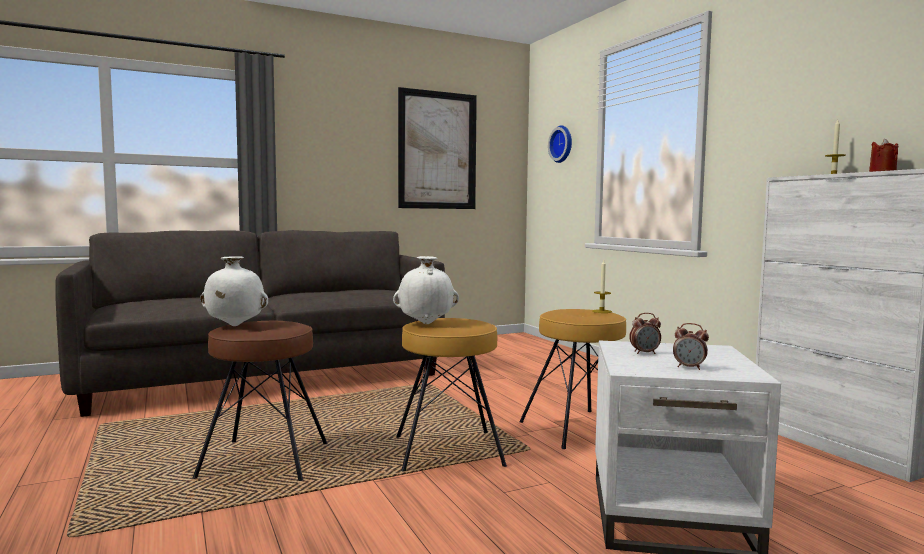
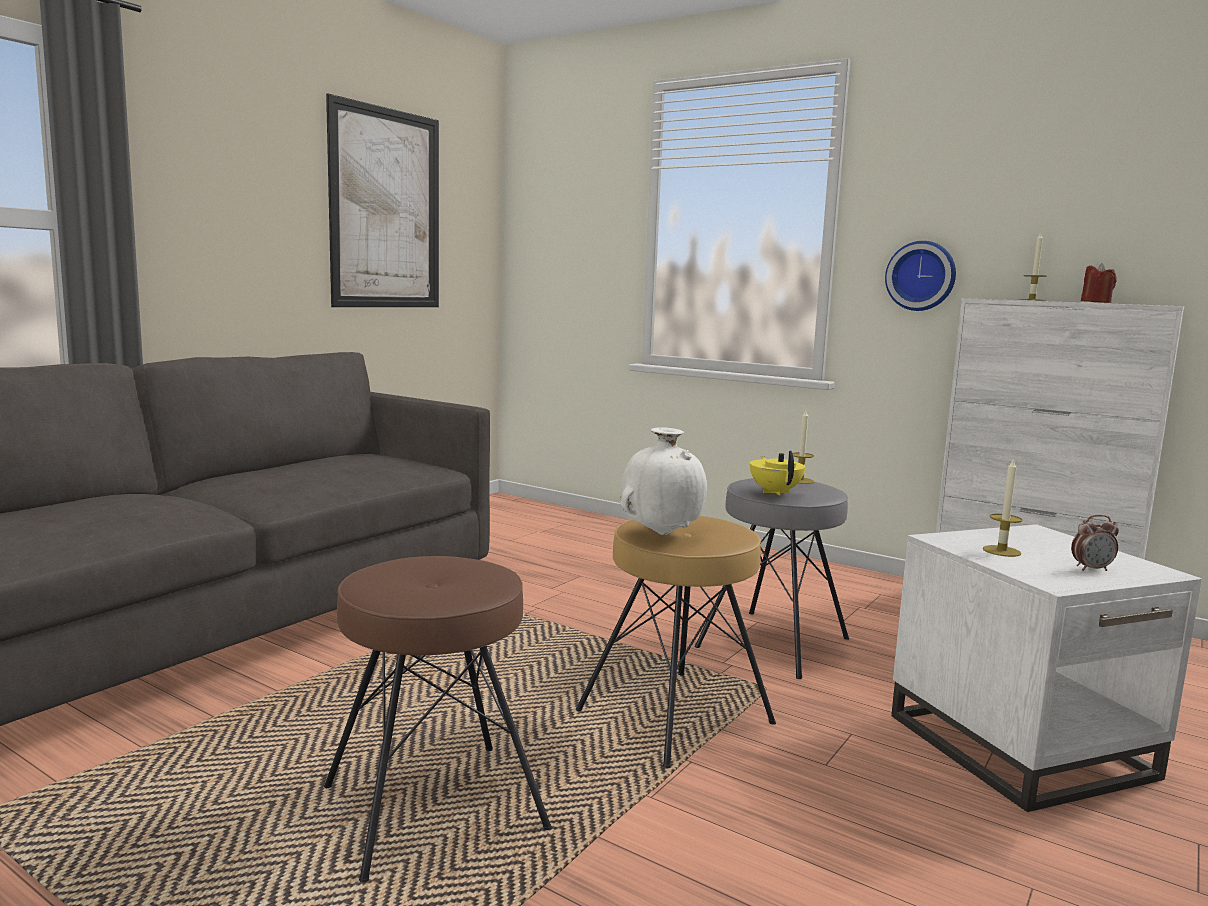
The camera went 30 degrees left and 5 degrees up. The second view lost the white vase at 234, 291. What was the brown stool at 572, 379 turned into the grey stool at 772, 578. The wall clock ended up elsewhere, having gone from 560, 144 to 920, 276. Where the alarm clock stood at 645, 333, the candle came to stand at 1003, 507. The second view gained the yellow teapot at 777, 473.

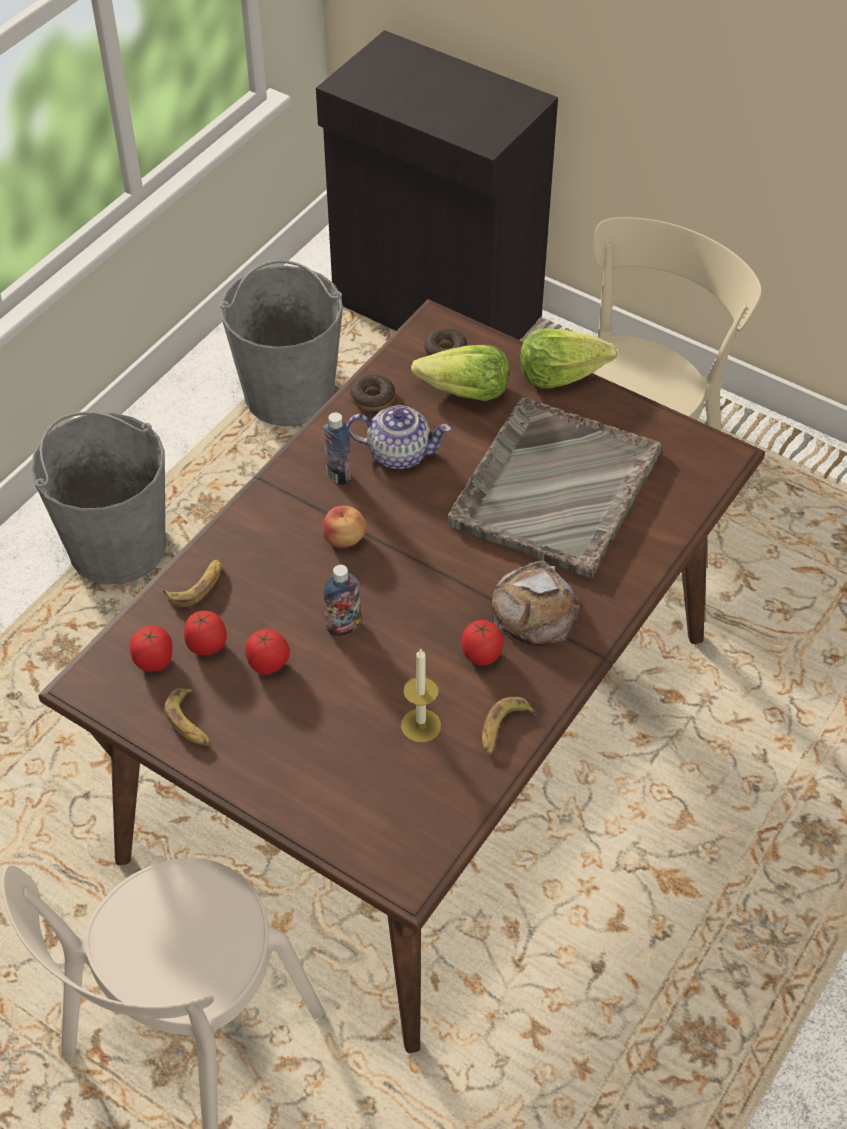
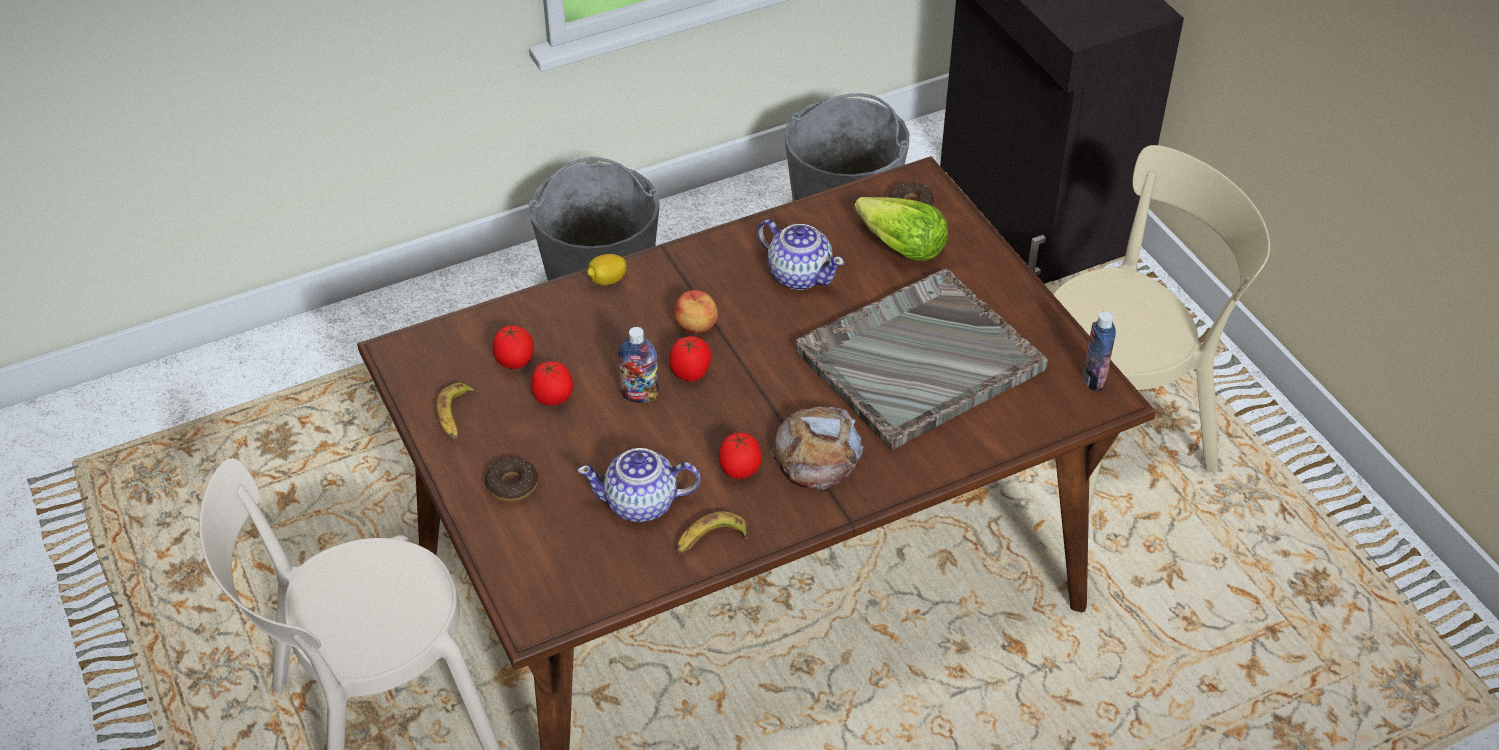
The camera went 30 degrees right and 5 degrees down. The tomato ended up elsewhere, having gone from 151, 648 to 690, 358. The second view lost the banana at 192, 583. The bottle ended up elsewhere, having gone from 337, 448 to 1099, 351. The donut ended up elsewhere, having gone from 372, 392 to 511, 479. Where the candle stood at 421, 696, the teapot came to stand at 639, 485. The second view lost the lettuce at 568, 358. The second view gained the lemon at 606, 269.

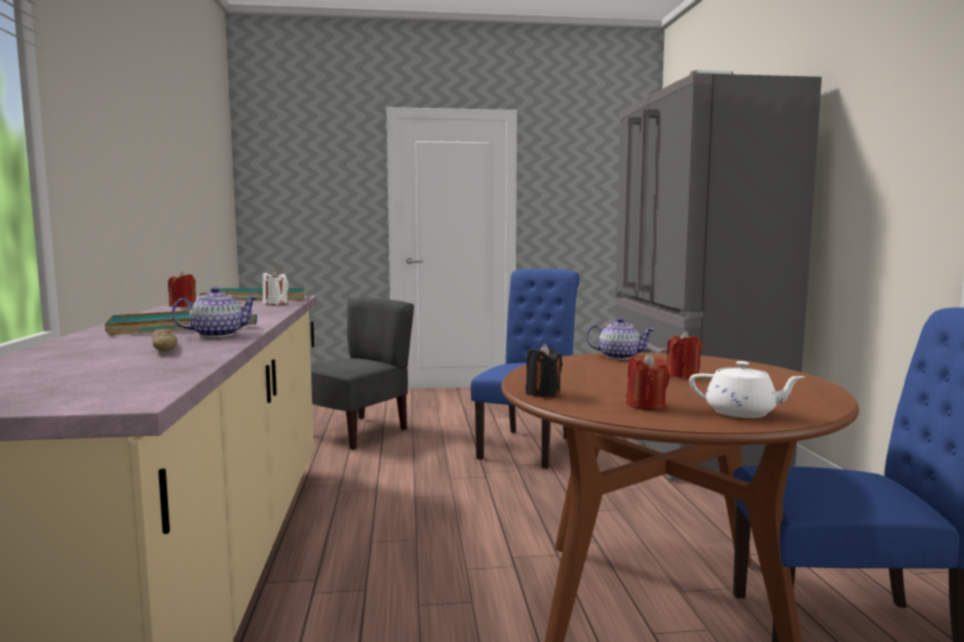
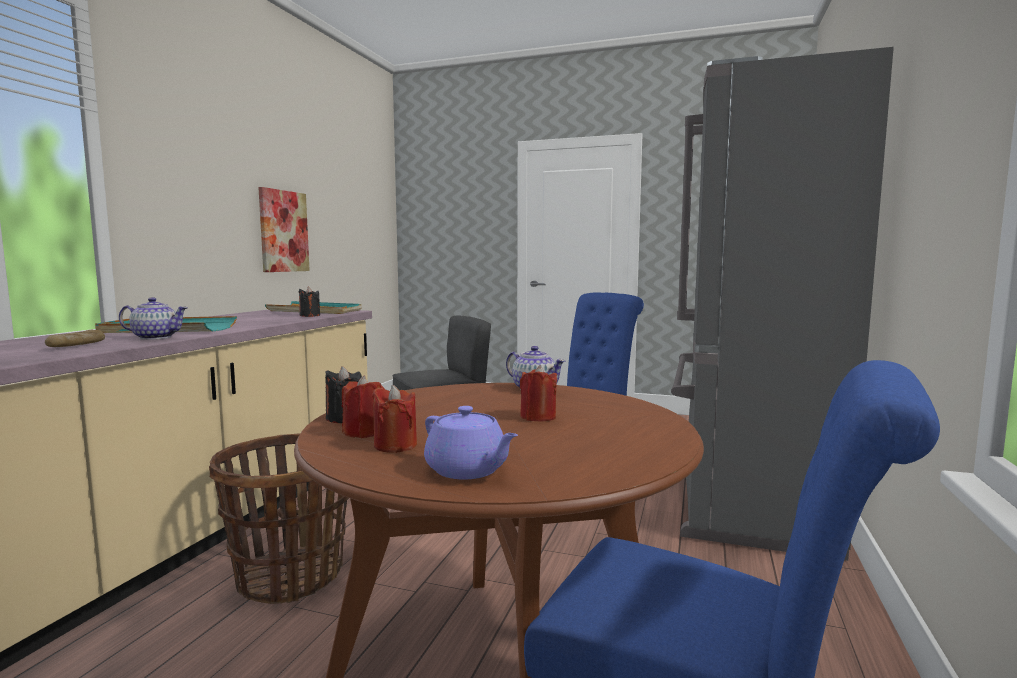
The camera went 25 degrees right and 0 degrees up. The red candle ended up elsewhere, having gone from 182, 289 to 363, 406. What was the white candle at 275, 287 turned into the black candle at 309, 302. What was the white teapot at 746, 389 turned into the purple teapot at 471, 442. The second view gained the basket at 279, 518. The second view gained the picture at 284, 229.

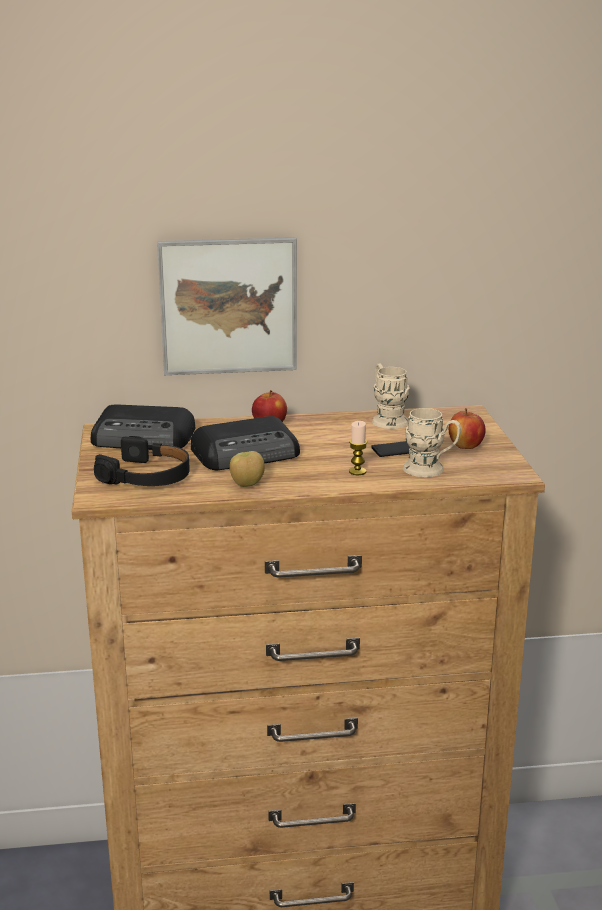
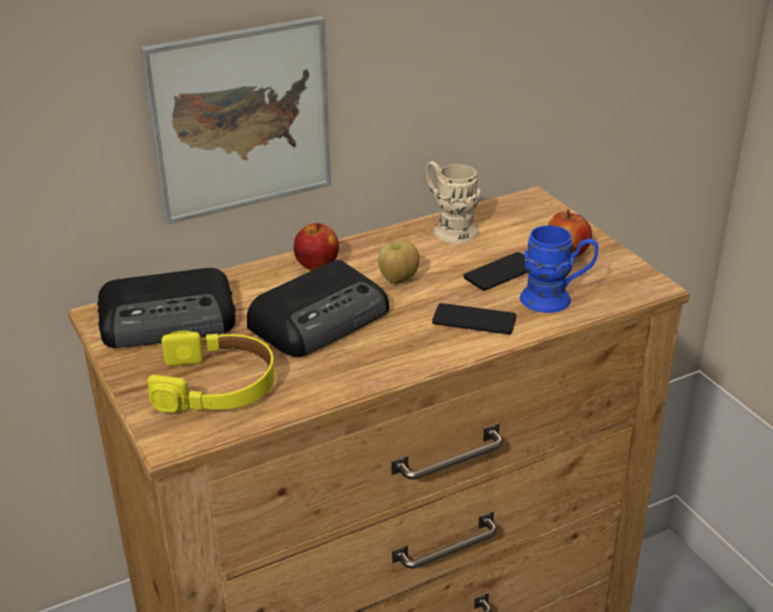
The camera went 20 degrees left and 10 degrees up. What was the black headphones at 142, 461 turned into the yellow headphones at 211, 372. The apple ended up elsewhere, having gone from 247, 469 to 399, 262. Where the candle stood at 358, 448, the phone came to stand at 474, 318. What was the beige mug at 432, 442 turned into the blue mug at 559, 269.

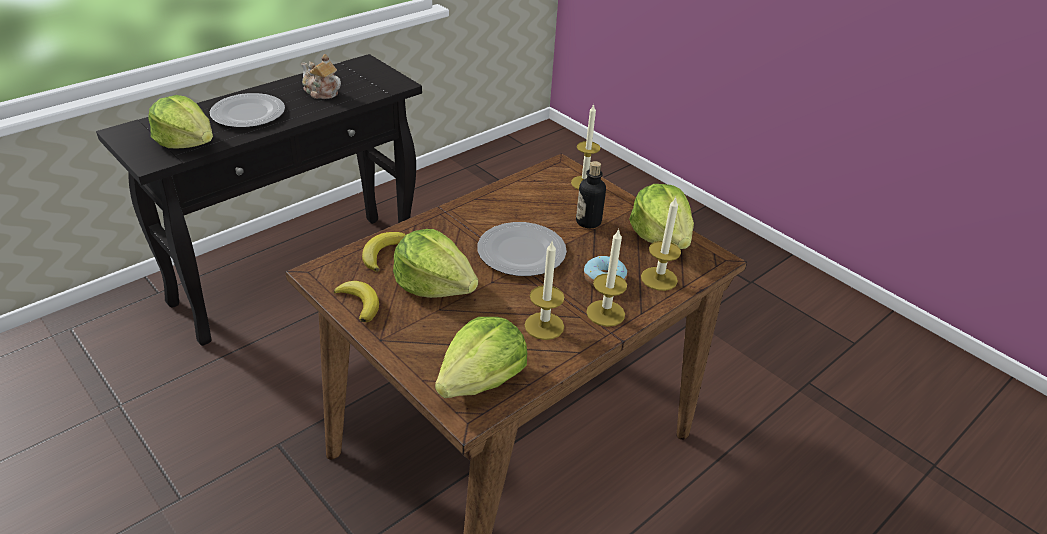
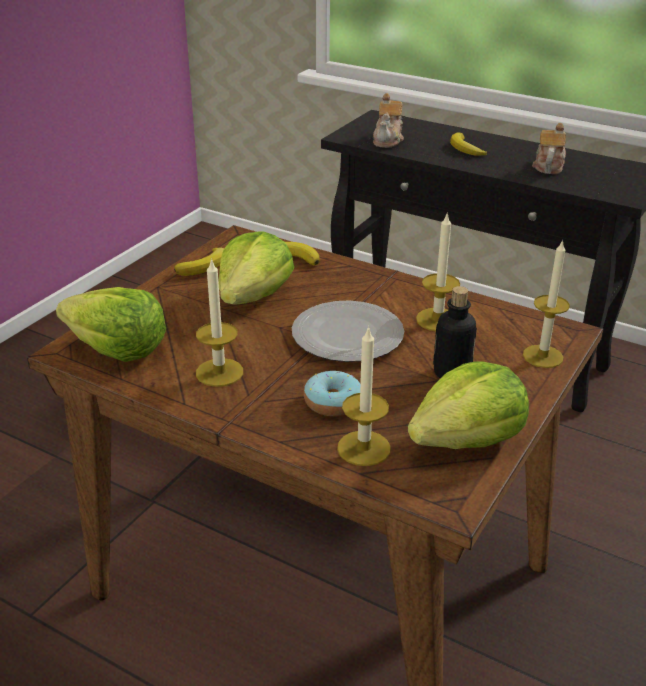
The camera went 75 degrees right and 5 degrees down. Where the lettuce stood at 180, 121, the teapot came to stand at 388, 120. Where the plate stood at 247, 110, the banana came to stand at 468, 144. The candle ended up elsewhere, having gone from 606, 277 to 438, 272.

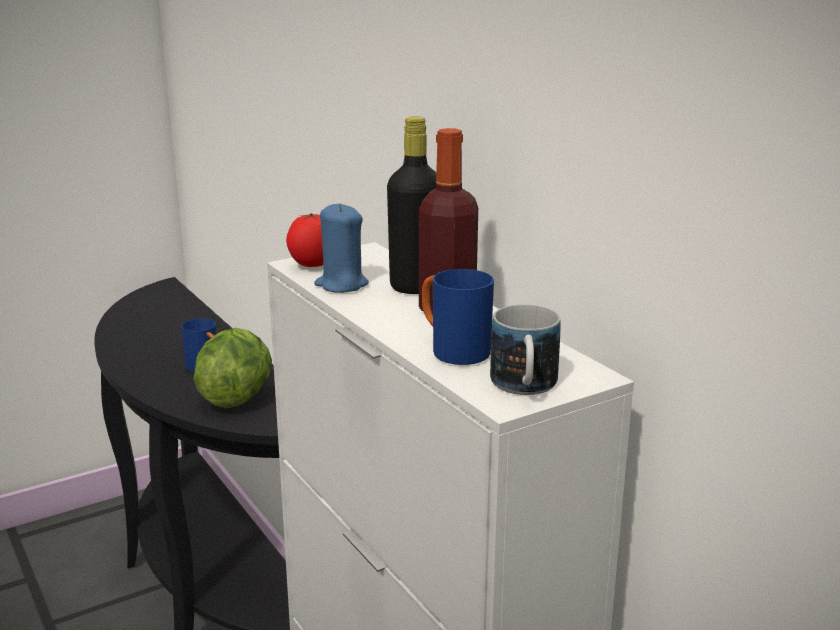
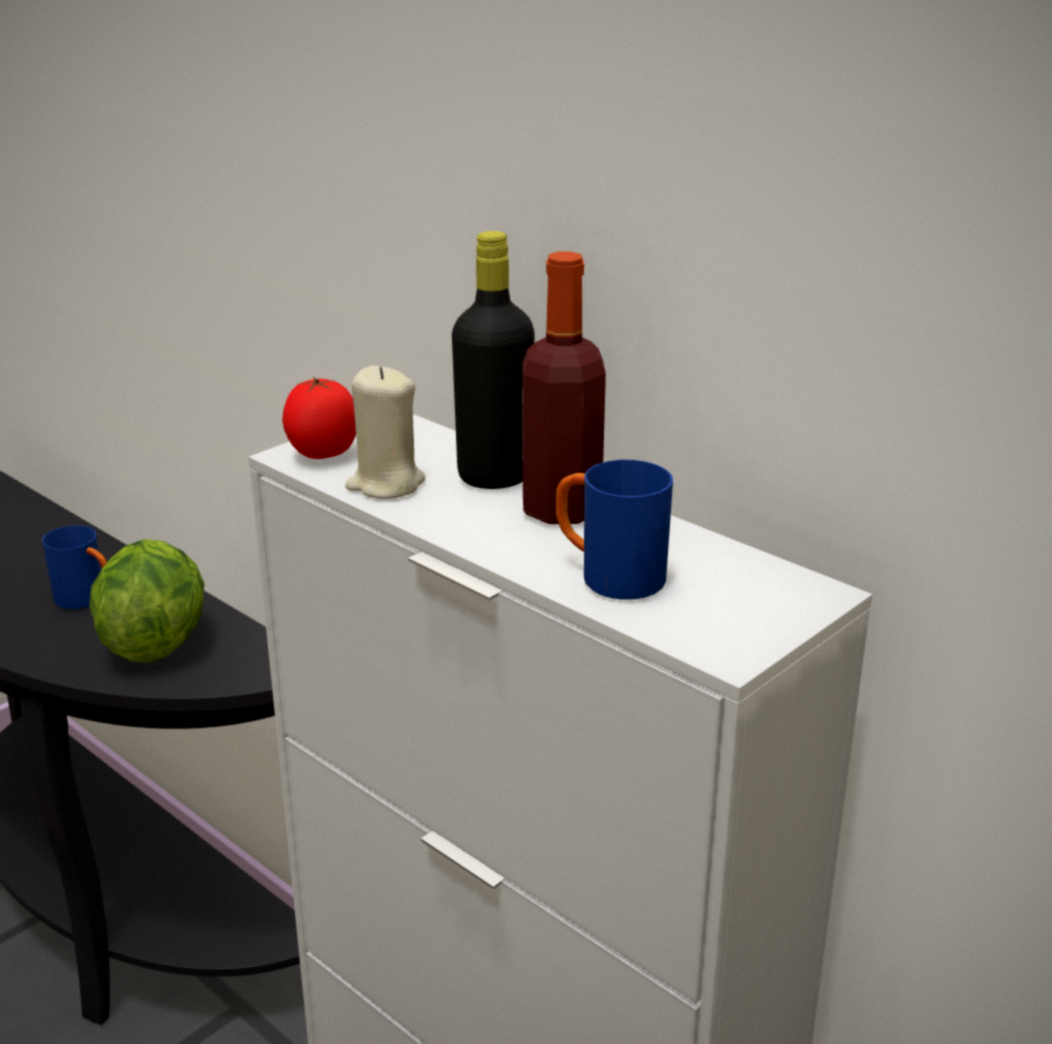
The camera went 15 degrees left and 5 degrees up. What was the blue candle at 341, 248 turned into the beige candle at 385, 432. The second view lost the mug at 525, 349.

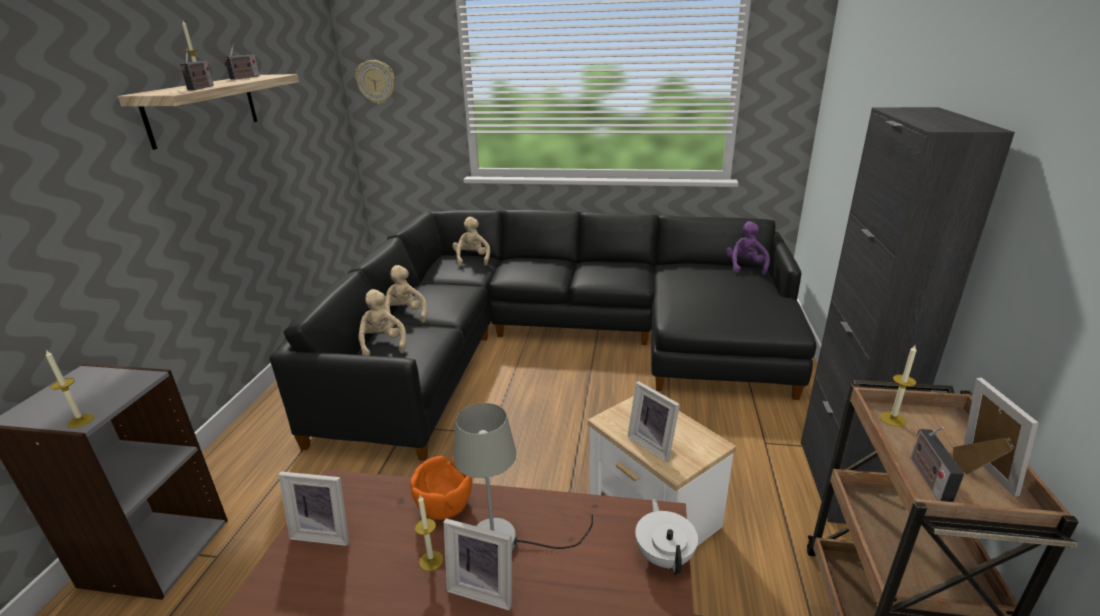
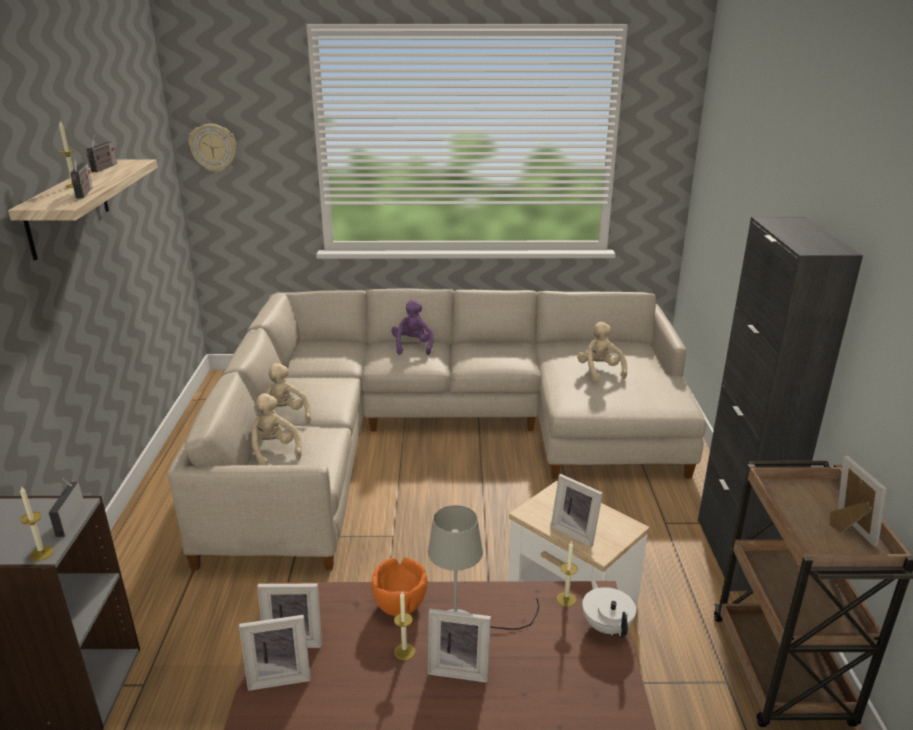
The camera went 10 degrees left and 0 degrees up. What was the black sofa at 543, 335 turned into the beige sofa at 436, 429. The beige plush toy ended up elsewhere, having gone from 471, 241 to 602, 352. The purple plush toy ended up elsewhere, having gone from 747, 248 to 412, 327. The candle ended up elsewhere, having gone from 898, 386 to 567, 574. The radio ended up elsewhere, having gone from 937, 464 to 67, 507. The second view gained the picture frame at 275, 653.

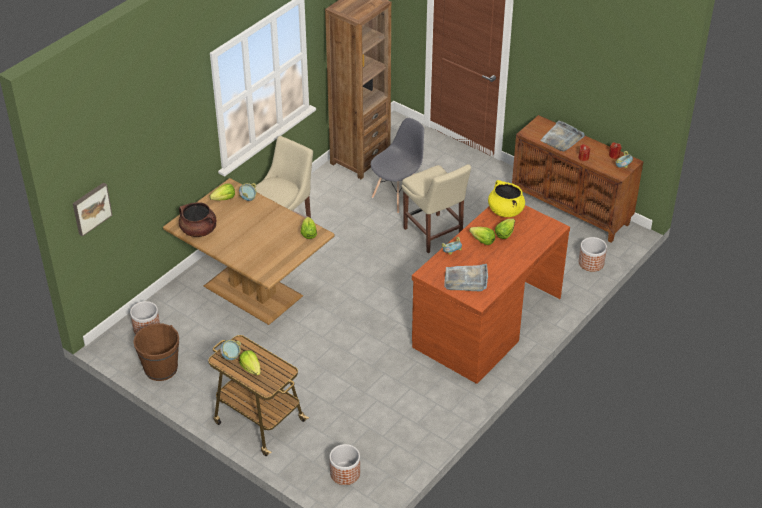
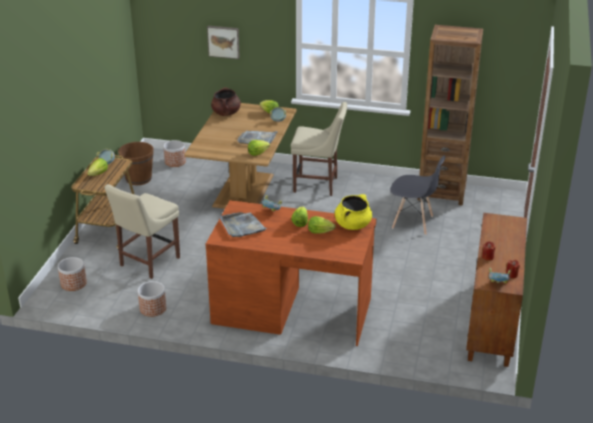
The camera went 65 degrees right and 10 degrees down. The picture ended up elsewhere, having gone from 93, 209 to 223, 42. The beige chair ended up elsewhere, having gone from 436, 208 to 142, 231. The grey tray ended up elsewhere, having gone from 562, 136 to 257, 137. The planter ended up elsewhere, having gone from 593, 254 to 152, 299.

